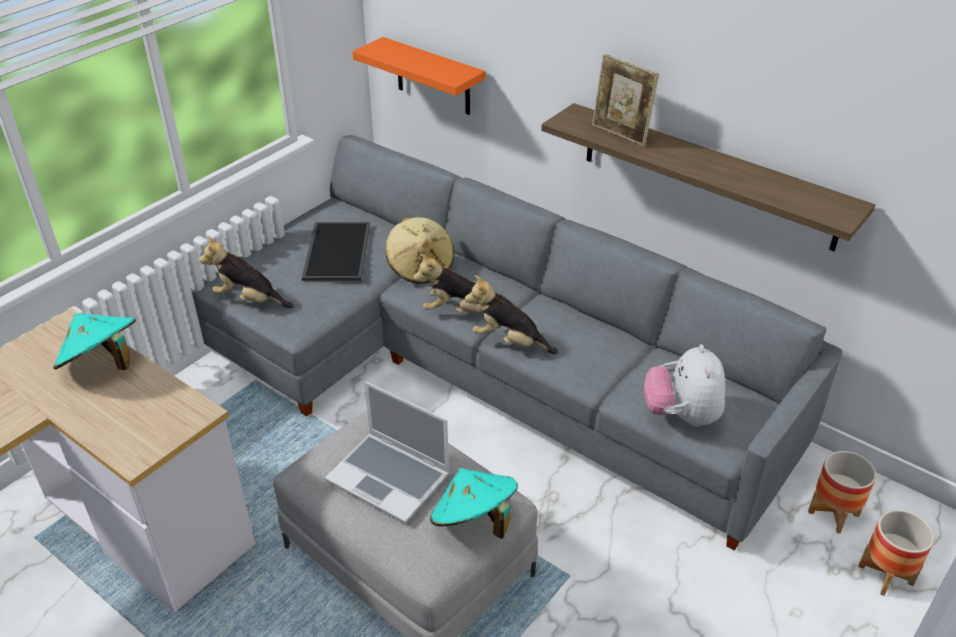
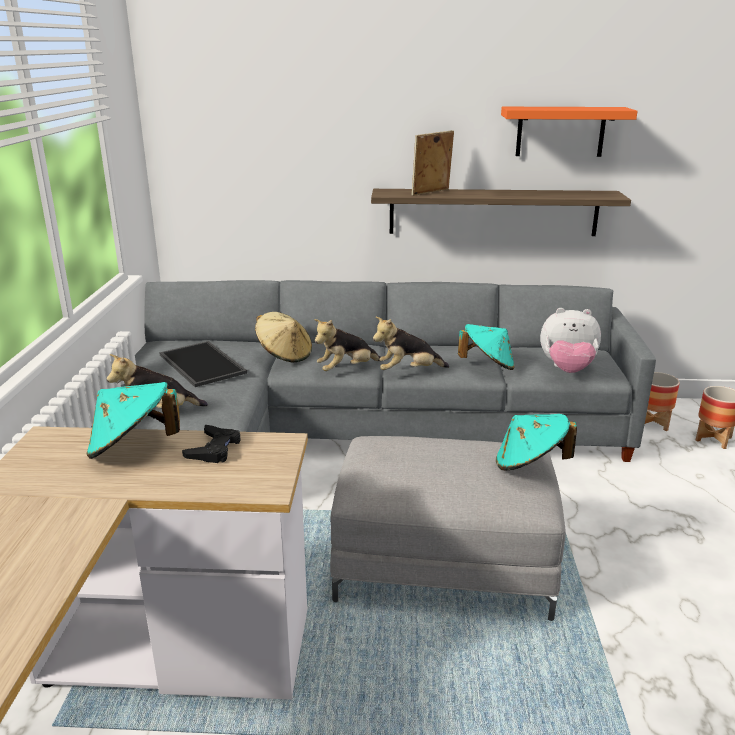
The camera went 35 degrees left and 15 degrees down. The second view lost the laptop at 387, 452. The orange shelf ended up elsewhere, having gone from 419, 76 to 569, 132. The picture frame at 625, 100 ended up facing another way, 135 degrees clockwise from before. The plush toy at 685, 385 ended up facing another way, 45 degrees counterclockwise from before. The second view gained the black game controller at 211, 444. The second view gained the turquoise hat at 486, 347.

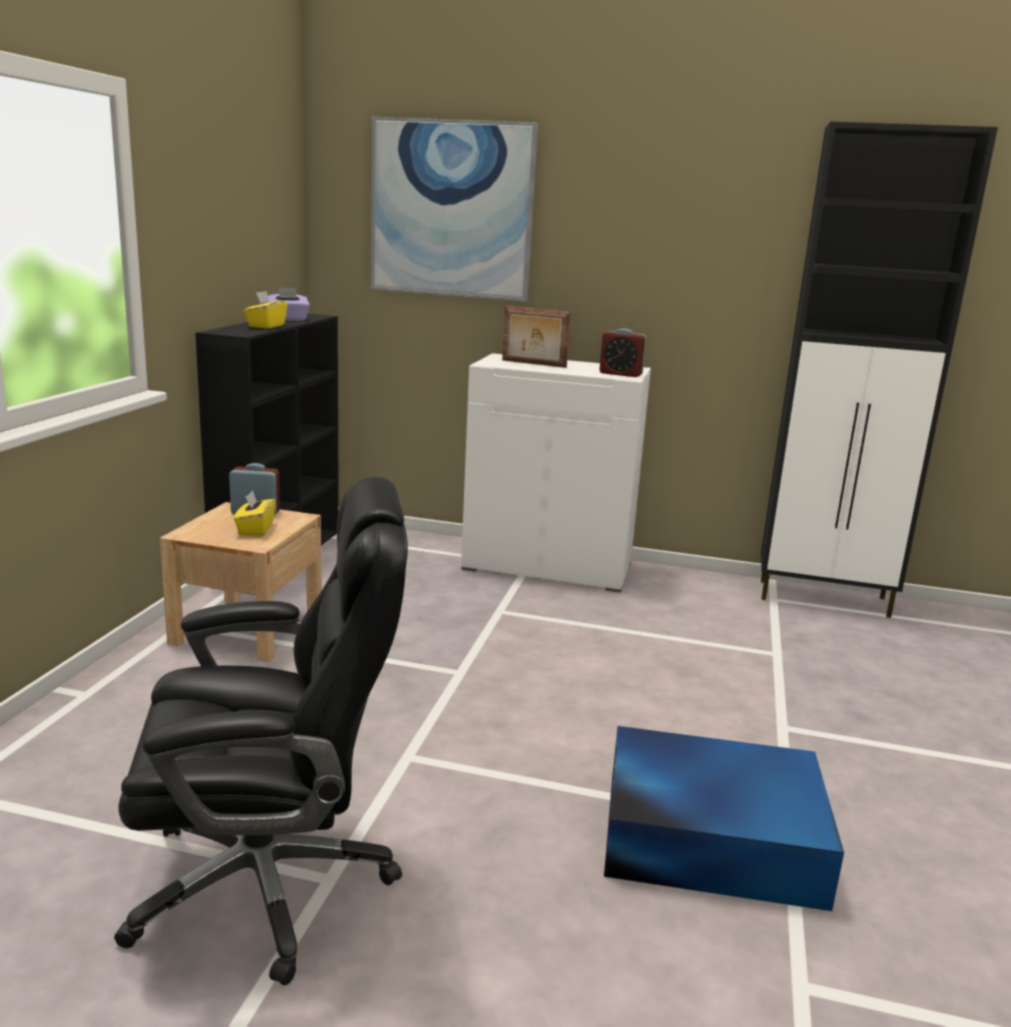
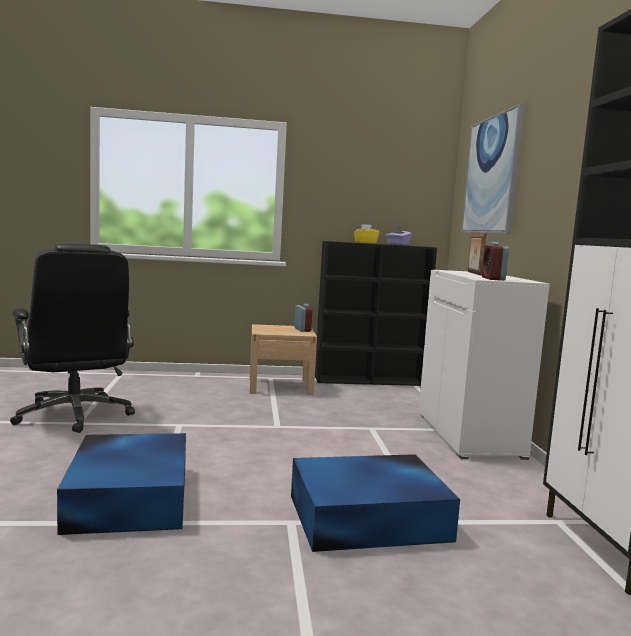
The camera went 70 degrees right and 10 degrees down. The second view lost the yellow tissue box at 255, 513. The second view gained the blue storage box at 375, 503.

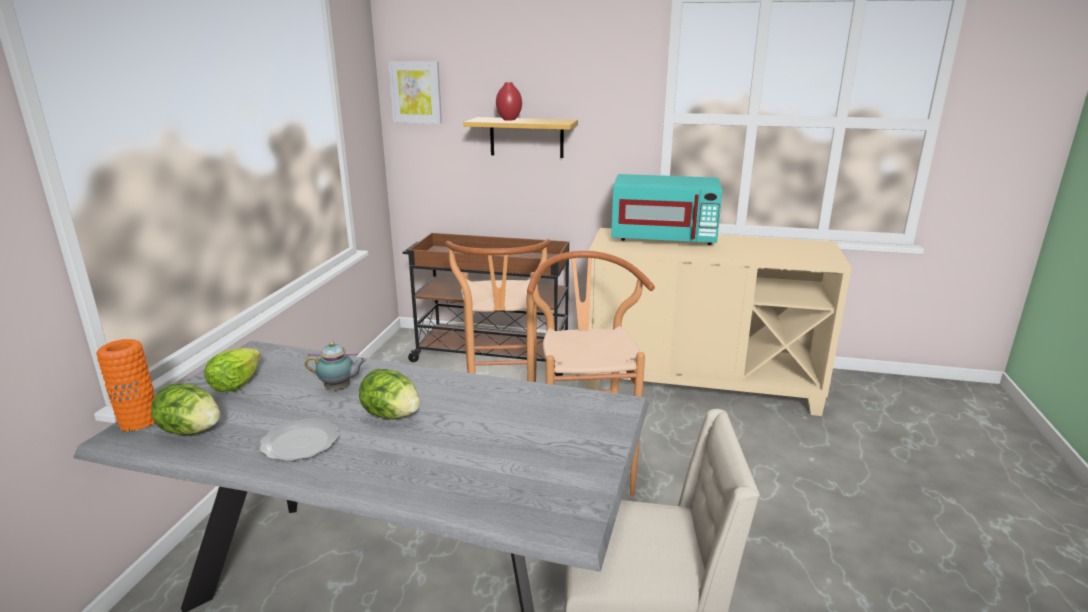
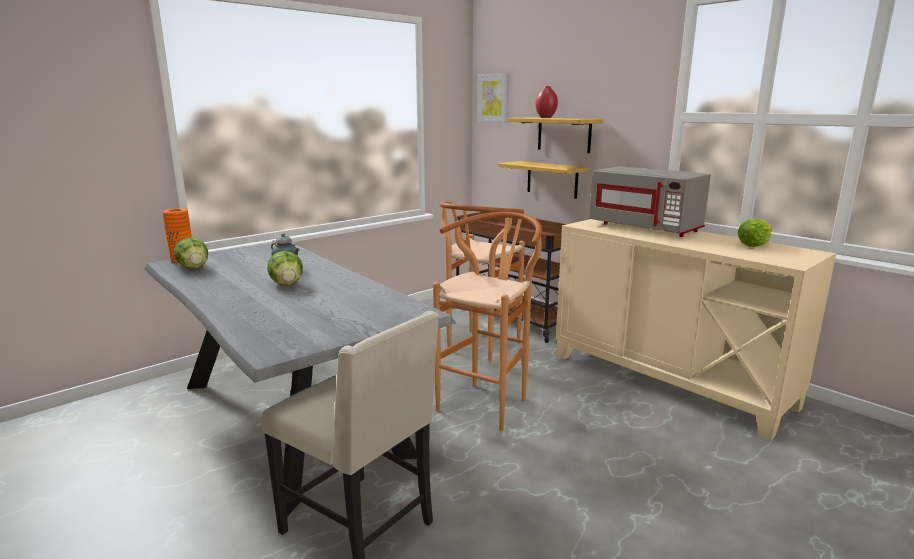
The camera went 35 degrees right and 5 degrees down. The lettuce ended up elsewhere, having gone from 232, 370 to 754, 233. The second view lost the plate at 299, 439. What was the turquoise microwave at 666, 209 turned into the grey microwave at 650, 201. The second view gained the shelf at 543, 180.

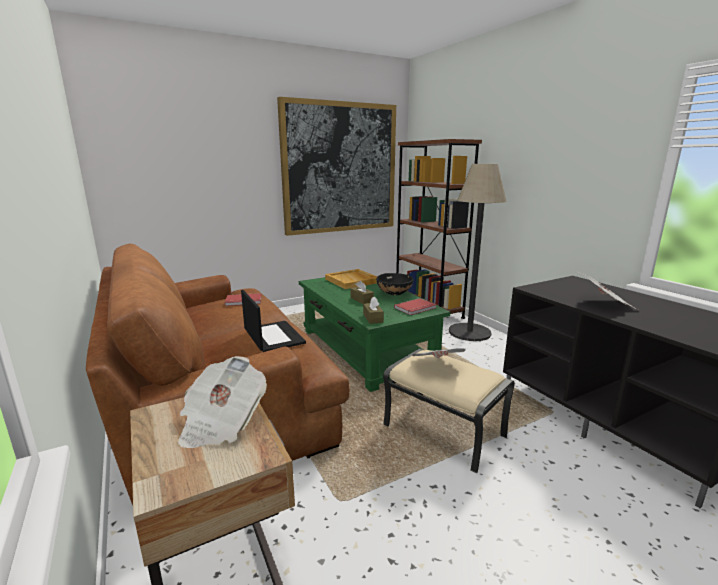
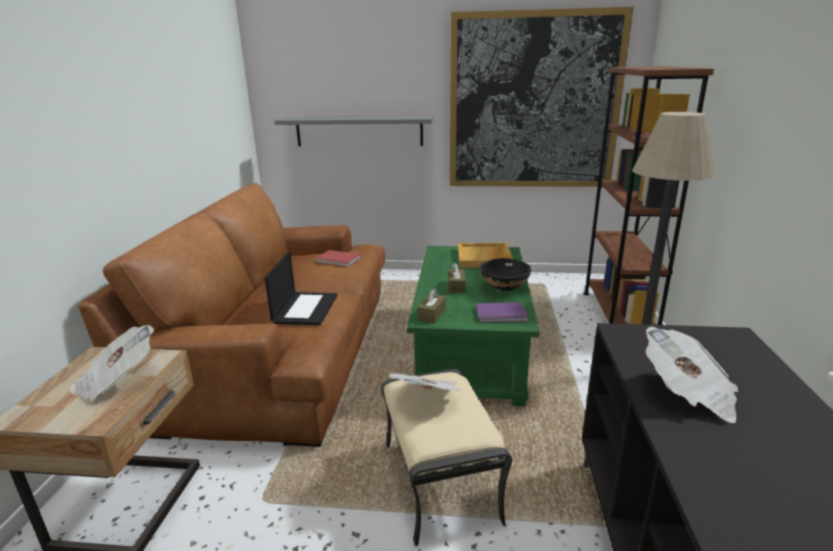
The camera went 35 degrees right and 5 degrees up. What was the red book at 415, 306 turned into the purple book at 502, 312. The second view gained the grey shelf at 354, 131.

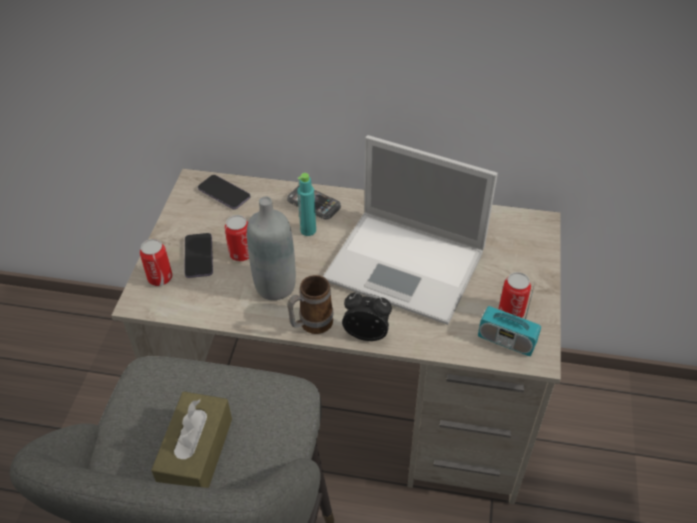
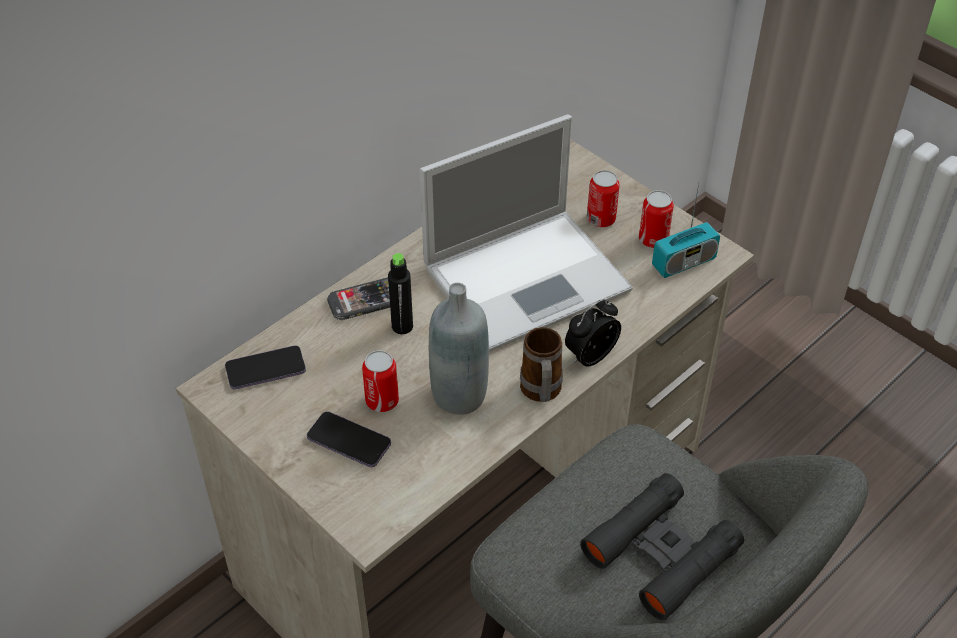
The camera went 55 degrees left and 0 degrees up. The can ended up elsewhere, having gone from 156, 262 to 603, 198. Where the brown tissue box stood at 191, 439, the black binoculars came to stand at 662, 546. What was the turquoise bottle at 306, 204 turned into the black bottle at 400, 293.

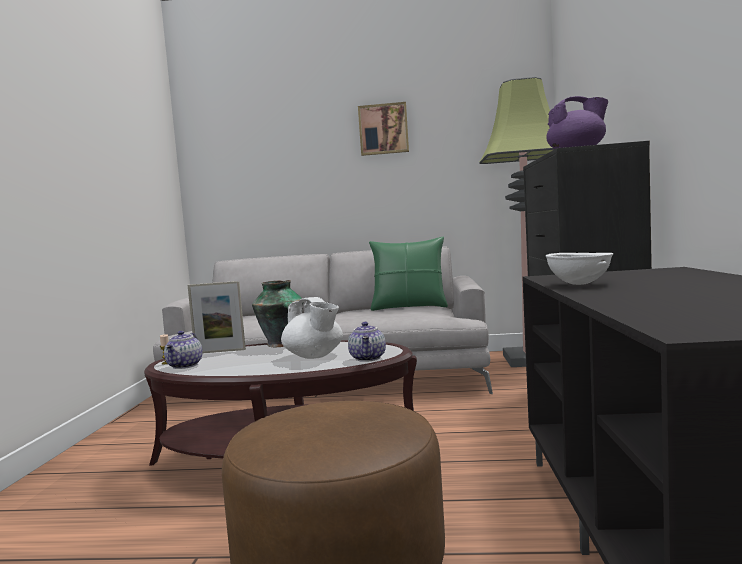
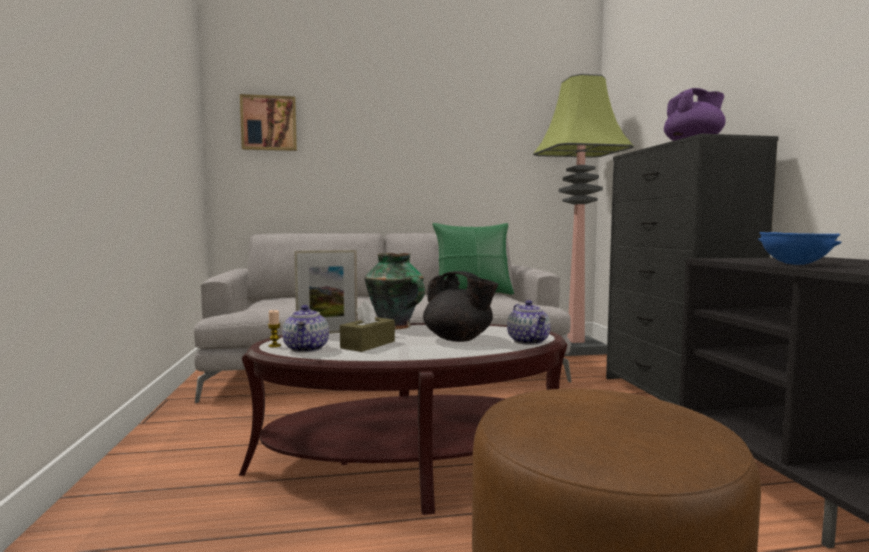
The camera went 15 degrees left and 0 degrees up. What was the white teapot at 312, 328 turned into the black teapot at 461, 306. The picture ended up elsewhere, having gone from 383, 129 to 268, 122. What was the white bowl at 579, 269 turned into the blue bowl at 800, 248. The second view gained the brown tissue box at 367, 326.

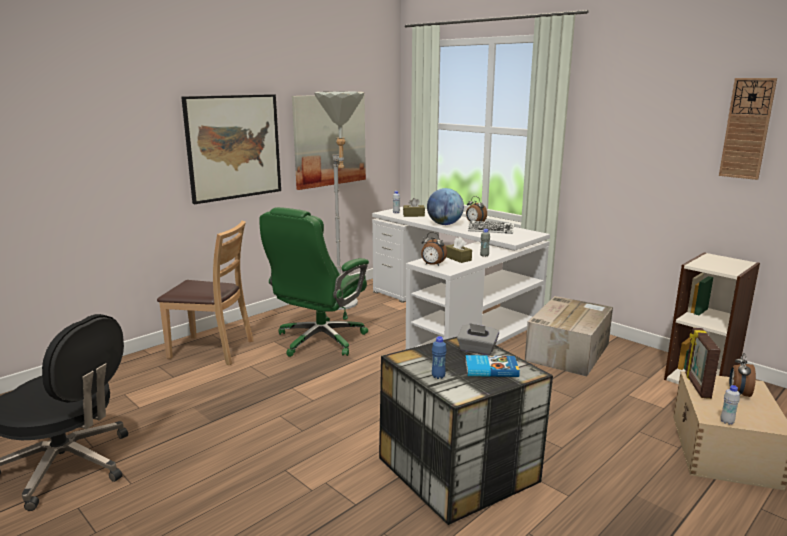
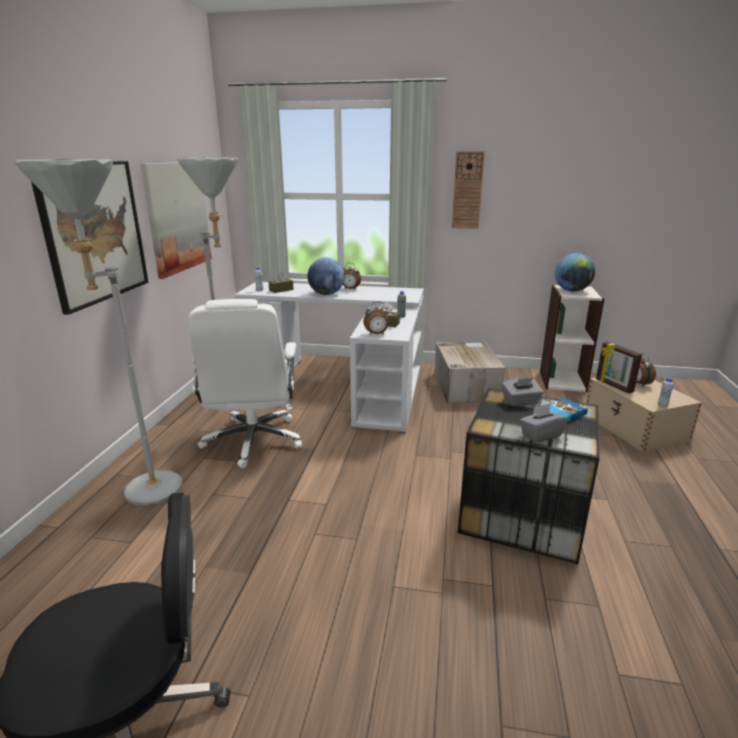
The camera went 35 degrees left and 5 degrees up. Where the brown chair stood at 205, 293, the grey floor lamp came to stand at 98, 332. What was the green office chair at 314, 282 turned into the white office chair at 245, 384. Where the blue bottle stood at 439, 357, the grey tissue box came to stand at 543, 423. The second view lost the keyboard at 491, 227. The wall clock ended up elsewhere, having gone from 748, 129 to 468, 190. The second view gained the globe at 575, 272.

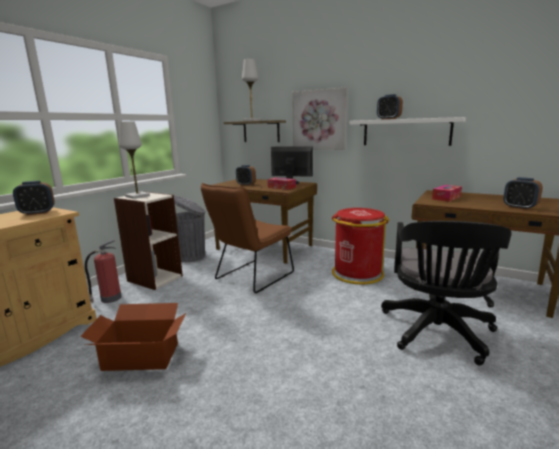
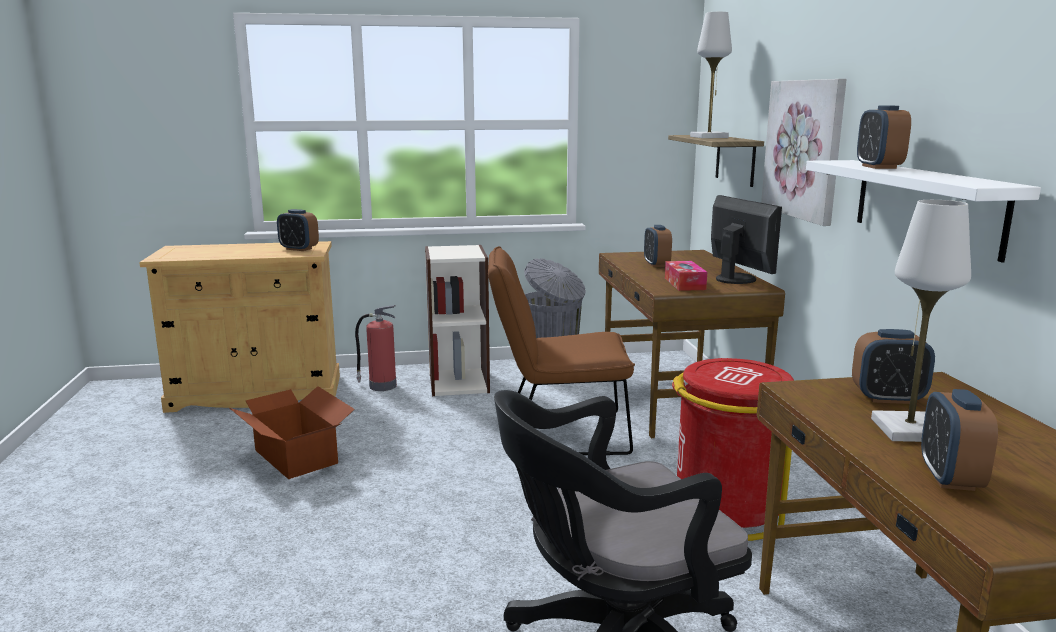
The camera went 50 degrees right and 0 degrees up. The white table lamp ended up elsewhere, having gone from 134, 160 to 921, 321. Where the tissue box stood at 447, 193, the alarm clock came to stand at 893, 366.

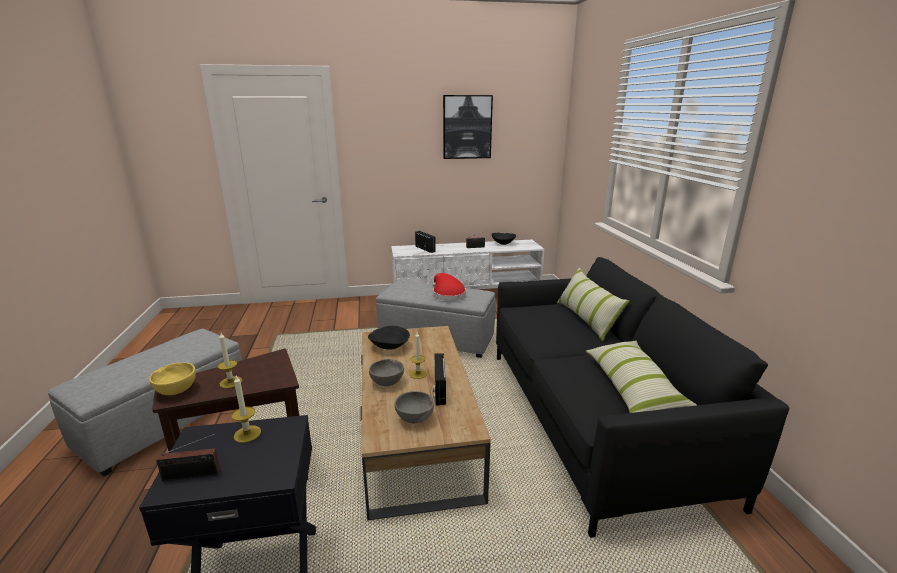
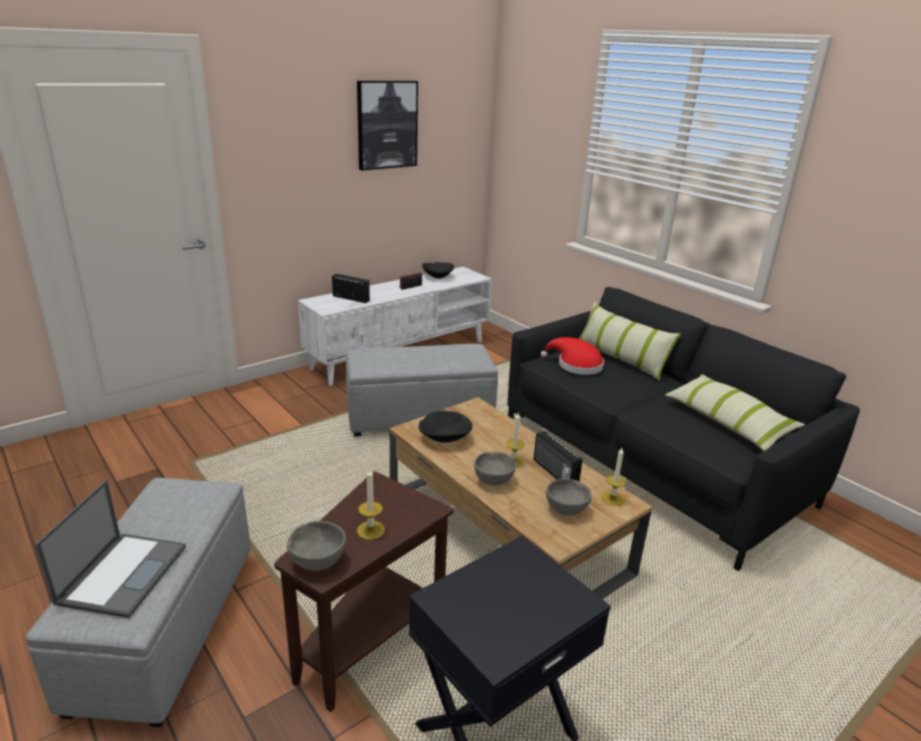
The camera went 30 degrees left and 5 degrees up. What was the yellow bowl at 172, 378 turned into the grey bowl at 316, 546. The second view lost the radio at 188, 457. The candle ended up elsewhere, having gone from 246, 409 to 613, 477. The red hat ended up elsewhere, having gone from 449, 287 to 572, 356. The second view gained the laptop at 110, 549.

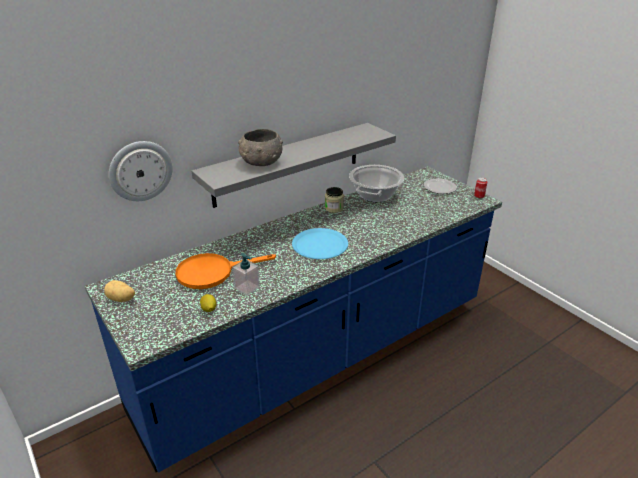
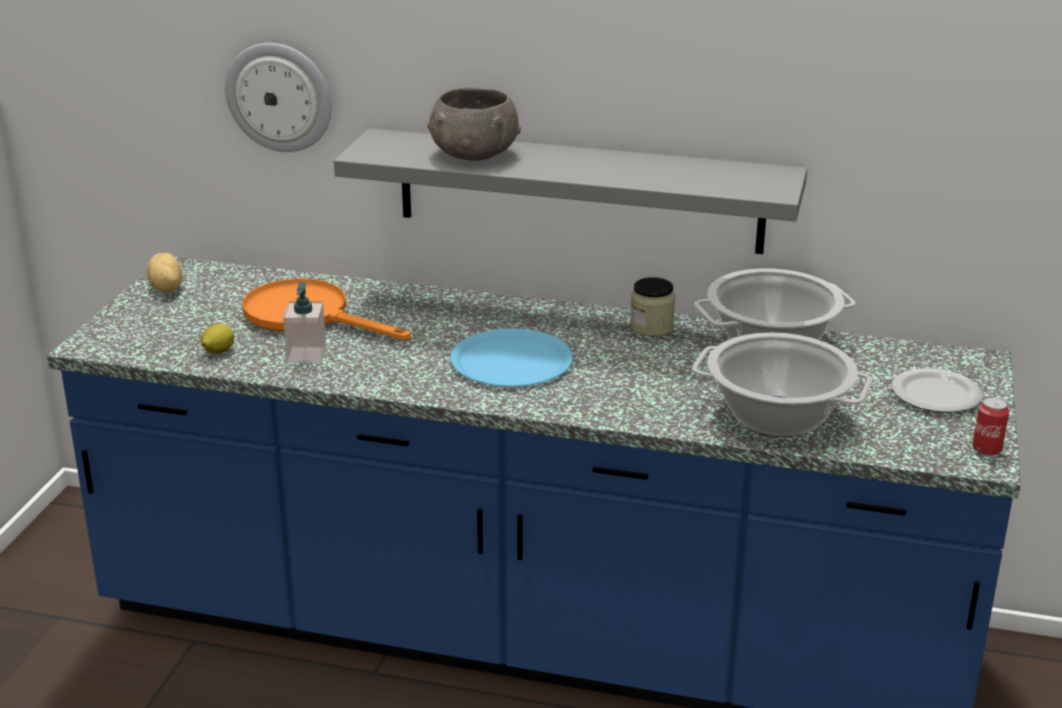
The camera went 50 degrees right and 5 degrees down. The second view gained the cooking pot at 782, 385.

